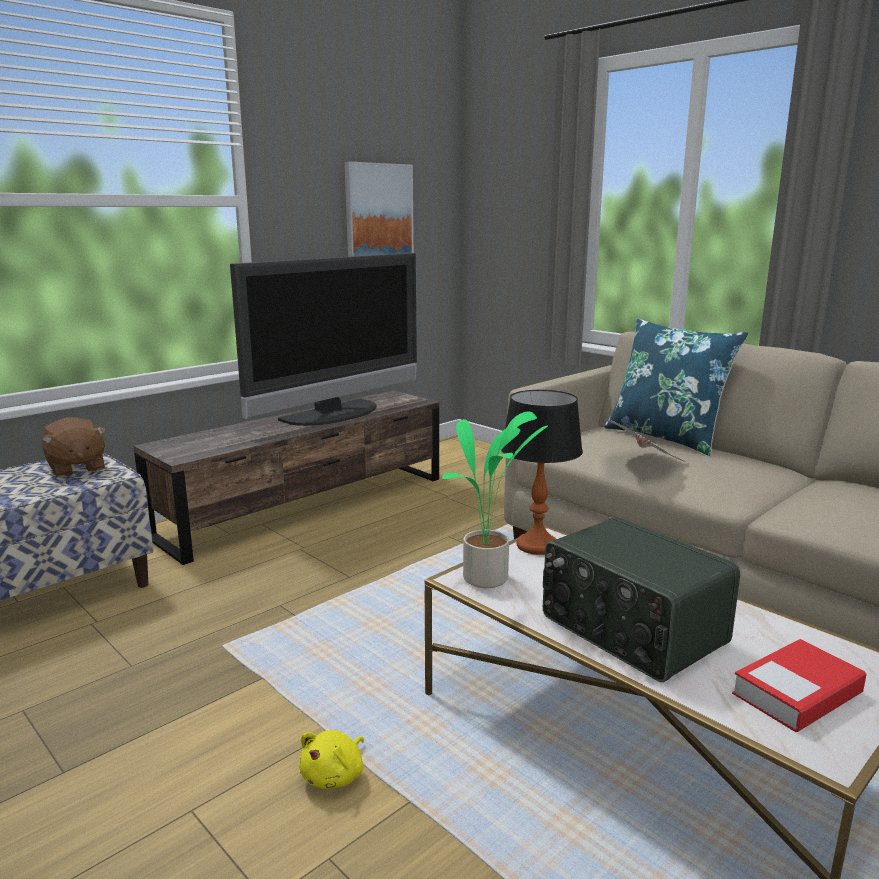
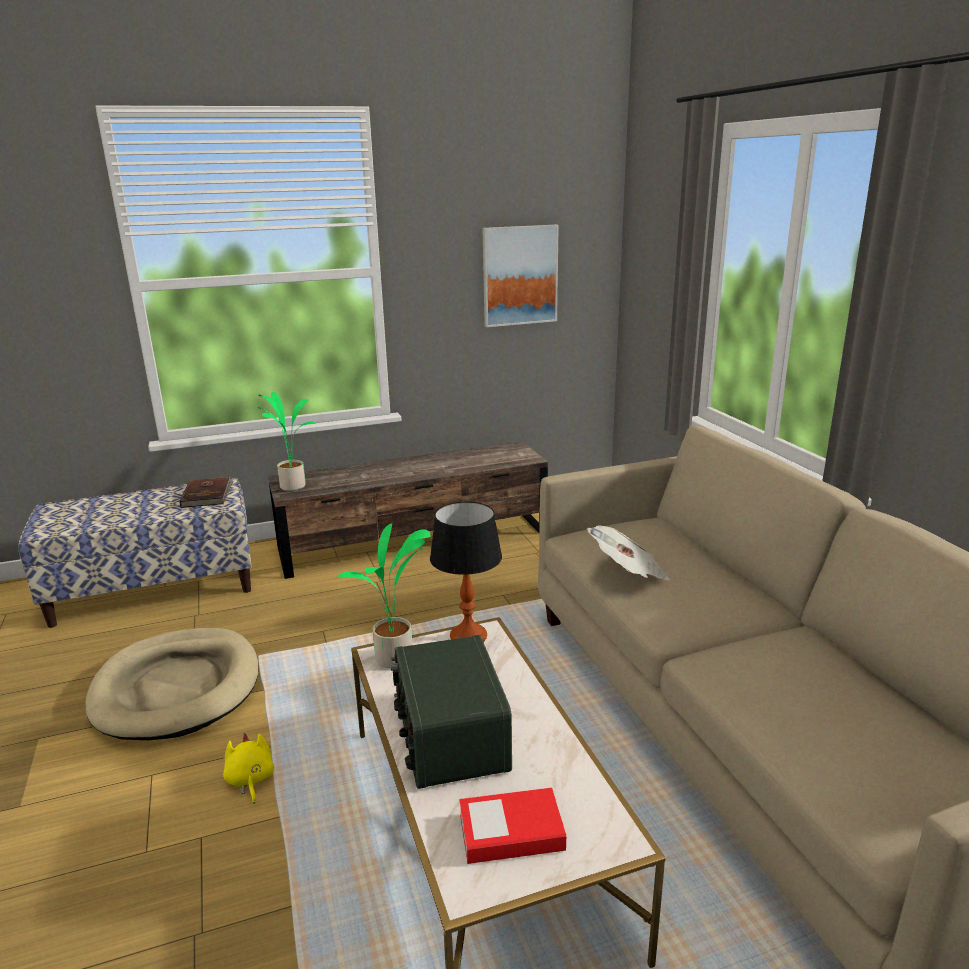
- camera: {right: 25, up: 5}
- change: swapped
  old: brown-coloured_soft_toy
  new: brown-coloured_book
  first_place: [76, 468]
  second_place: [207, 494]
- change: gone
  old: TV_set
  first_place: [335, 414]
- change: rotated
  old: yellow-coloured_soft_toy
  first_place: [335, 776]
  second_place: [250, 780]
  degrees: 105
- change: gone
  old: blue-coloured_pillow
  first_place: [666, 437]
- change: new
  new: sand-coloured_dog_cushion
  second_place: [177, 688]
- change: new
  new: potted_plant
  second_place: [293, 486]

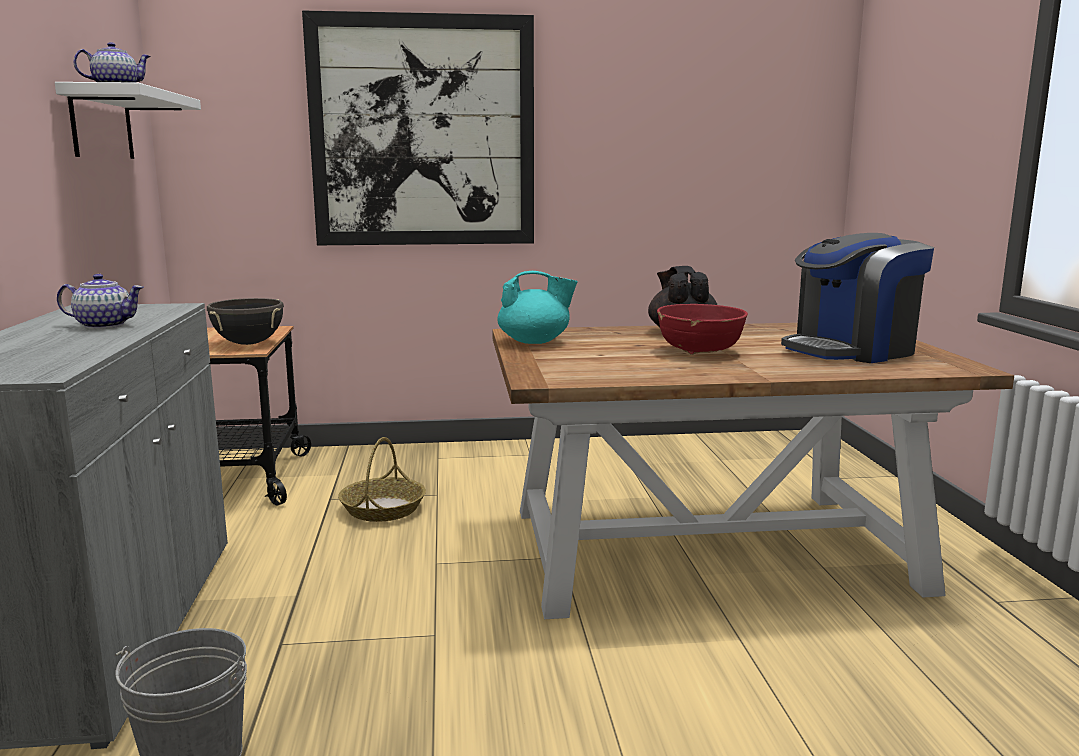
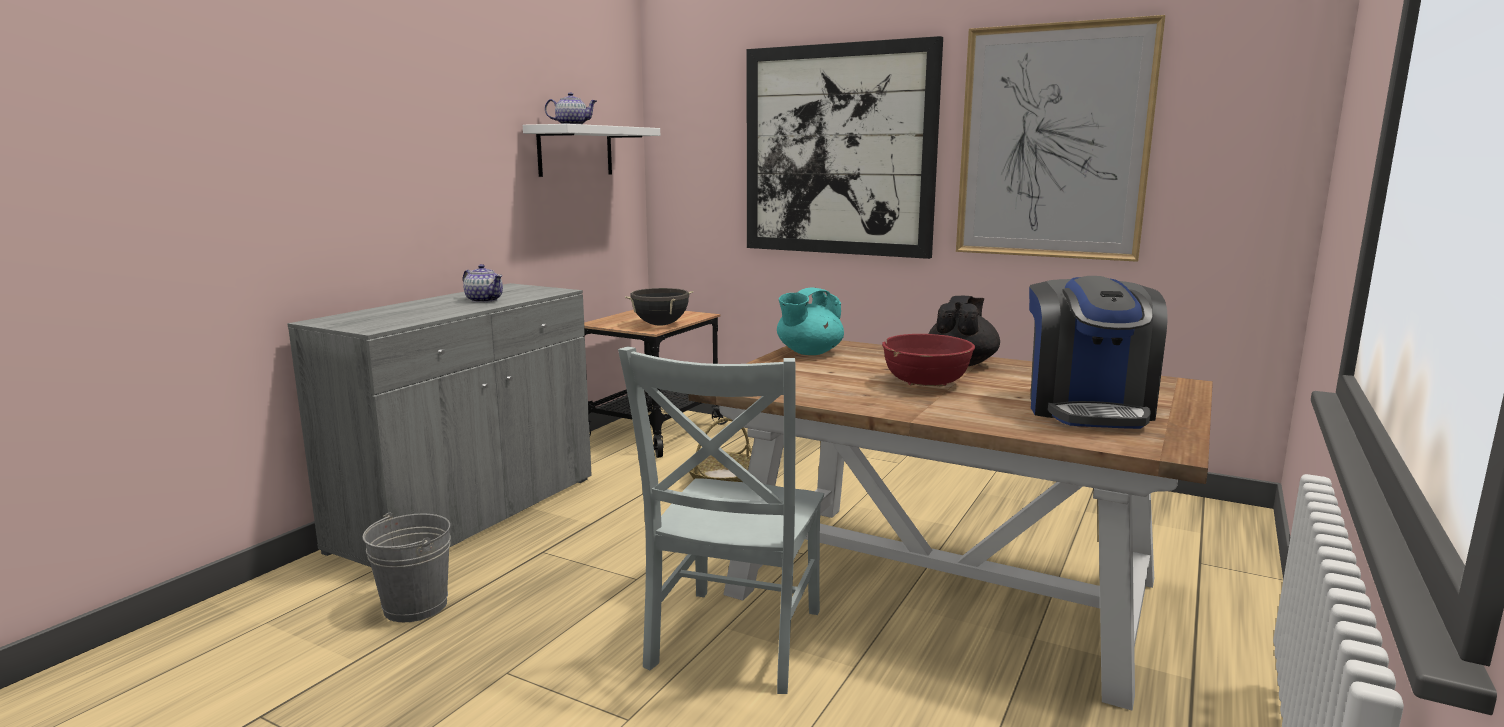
- camera: {right: 35, up: 0}
- change: rotated
  old: turquoise-coloured_tea_pot
  first_place: [535, 342]
  second_place: [808, 352]
  degrees: 105
- change: rotated
  old: coffee_brewer
  first_place: [851, 350]
  second_place: [1087, 408]
  degrees: -90
- change: new
  new: grey_chair
  second_place: [733, 642]
- change: new
  new: wall_art
  second_place: [1052, 143]

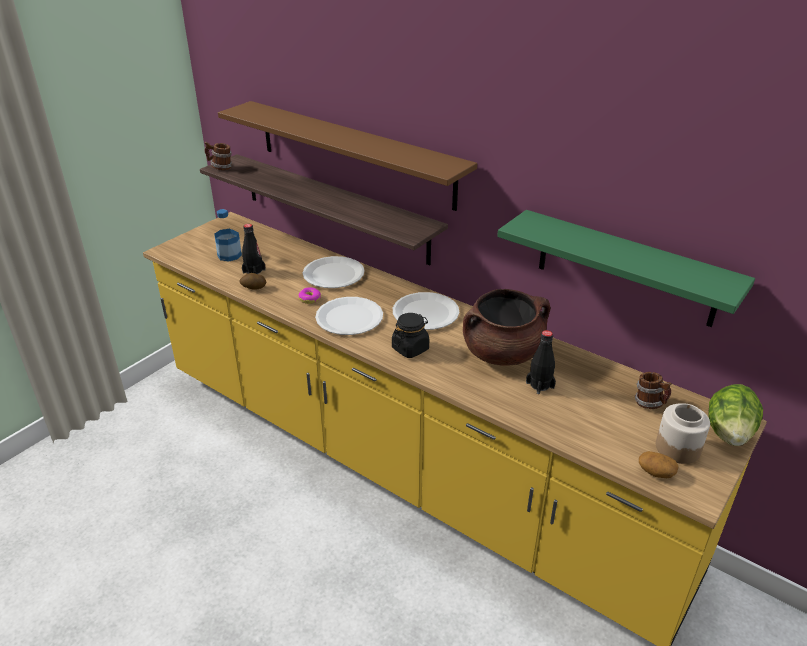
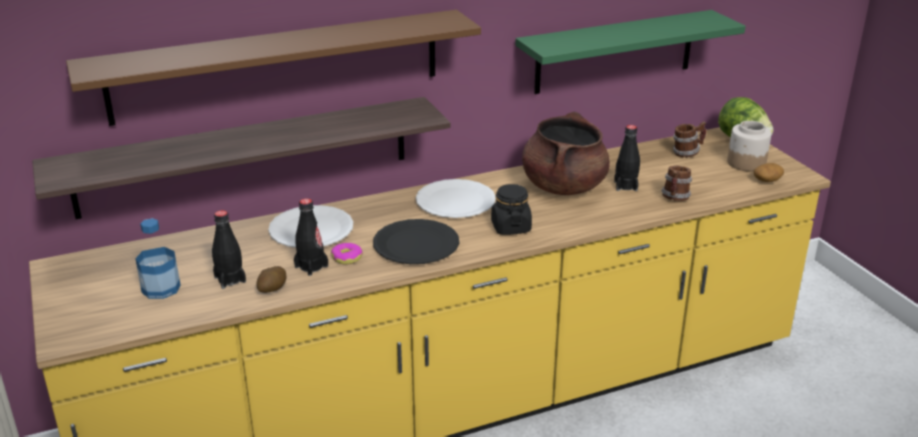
- camera: {right: -60, up: -5}
- change: shifted
  old: coffee_mug
  first_place: [220, 168]
  second_place: [675, 198]
- change: repainted
  old: whitish_plate
  new: black-coloured_plate
  first_place: [349, 318]
  second_place: [416, 244]
- change: new
  new: black-coloured_bottle
  second_place: [311, 266]

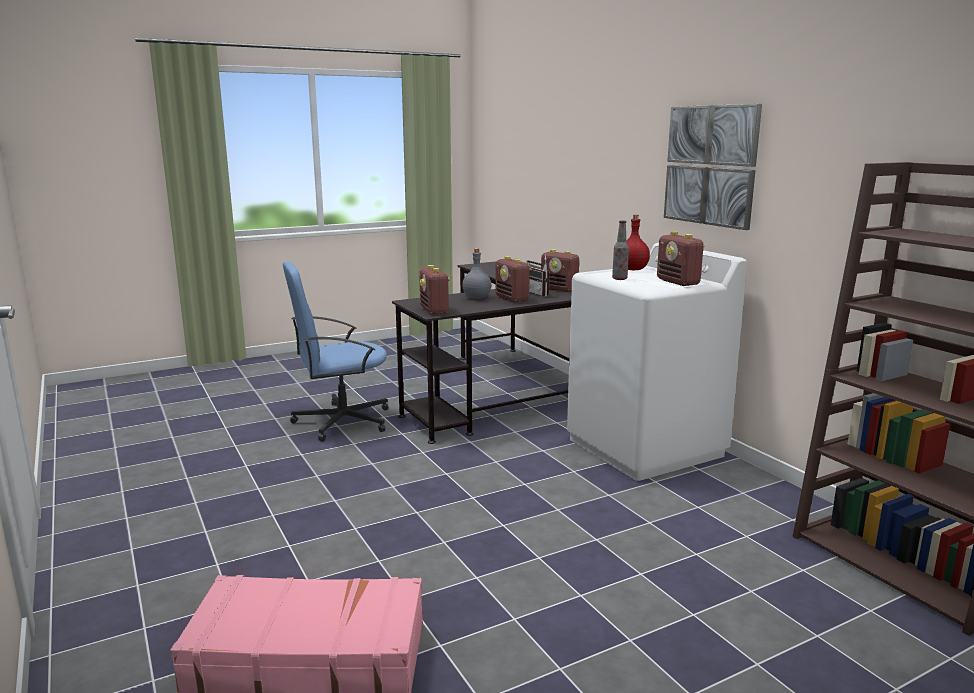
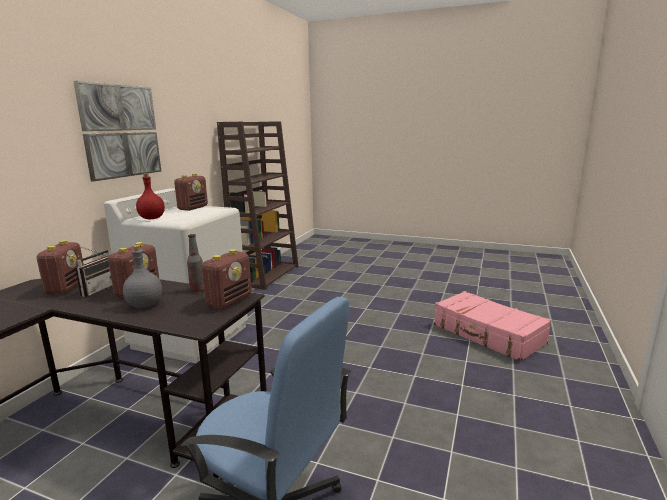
- camera: {right: -130, up: 0}
- change: shifted
  old: bottle
  first_place: [619, 279]
  second_place: [197, 289]

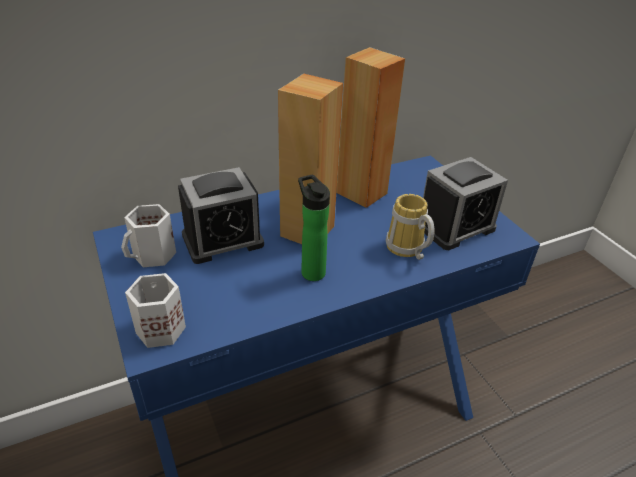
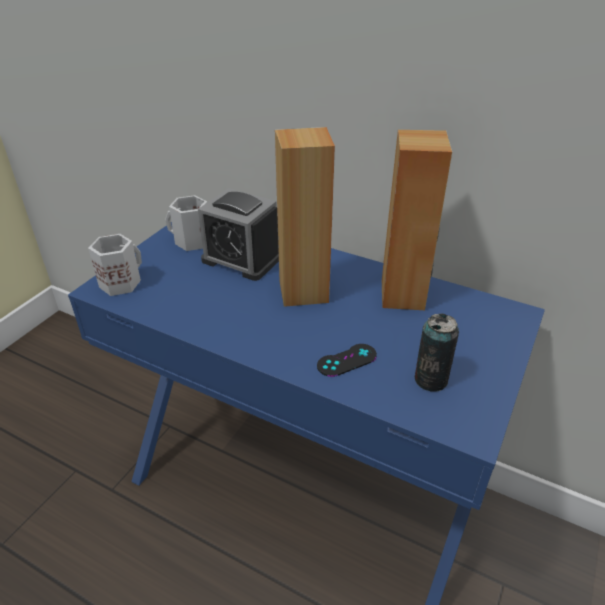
- camera: {right: 55, up: 0}
- change: gone
  old: bottle
  first_place: [311, 271]
- change: swapped
  old: coffee_mug
  new: black-coloured_joypad
  first_place: [405, 250]
  second_place: [347, 360]
- change: swapped
  old: bedside_clock
  new: can
  first_place: [455, 227]
  second_place: [430, 379]

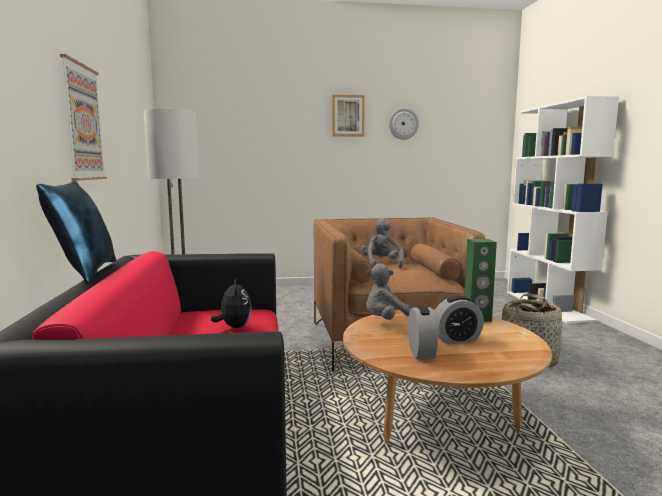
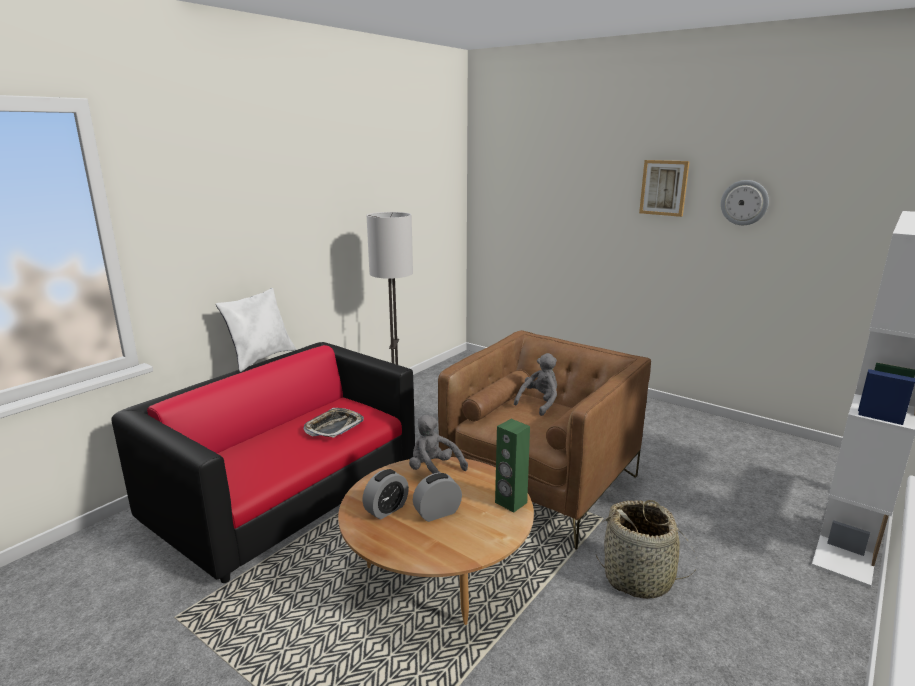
- camera: {right: 45, up: 10}
- change: repainted
  old: blue-coloured_pillow
  new: whitish_pillow
  first_place: [85, 273]
  second_place: [261, 358]
- change: gone
  old: wall_art
  first_place: [83, 123]
- change: swapped
  old: soft_toy
  new: carrying_tray
  first_place: [234, 327]
  second_place: [334, 427]
- change: rotated
  old: bedside_clock
  first_place: [456, 339]
  second_place: [437, 513]
  degrees: 120

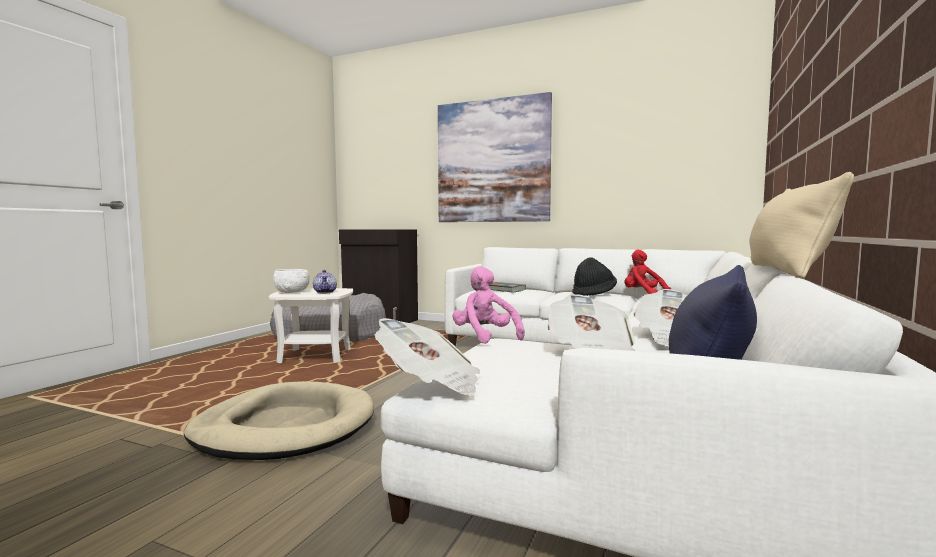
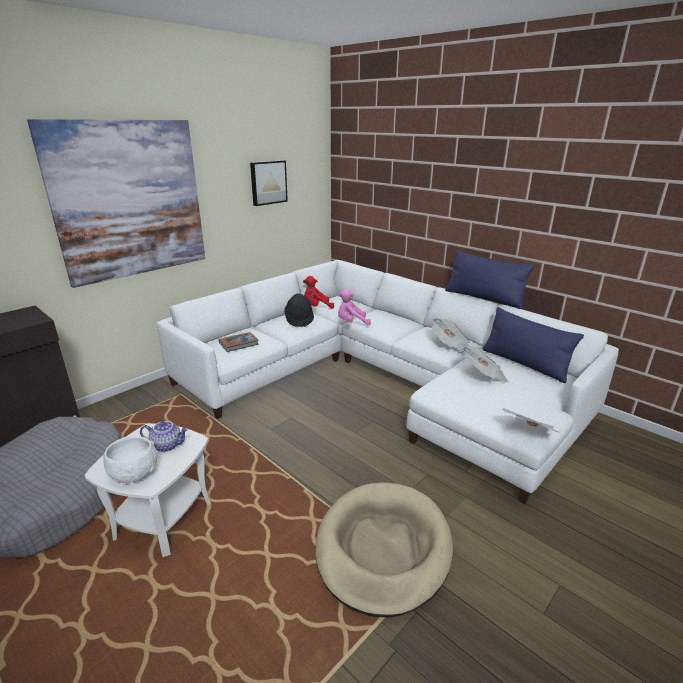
- camera: {right: -70, up: 20}
- change: shifted
  old: pink-coloured_soft_toy
  first_place: [485, 337]
  second_place: [351, 323]
- change: repainted
  old: sand-coloured_pillow
  new: blue-coloured_pillow
  first_place: [787, 271]
  second_place: [484, 298]
- change: new
  new: wall_art
  second_place: [268, 182]

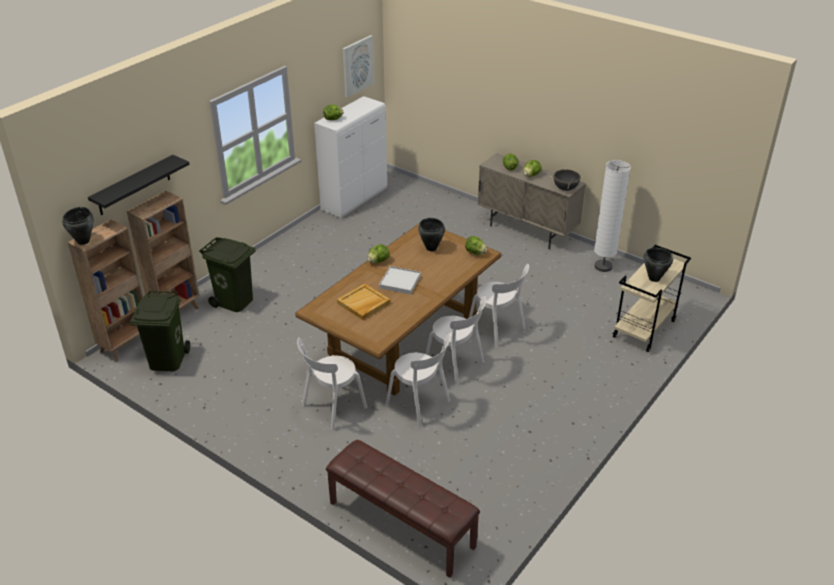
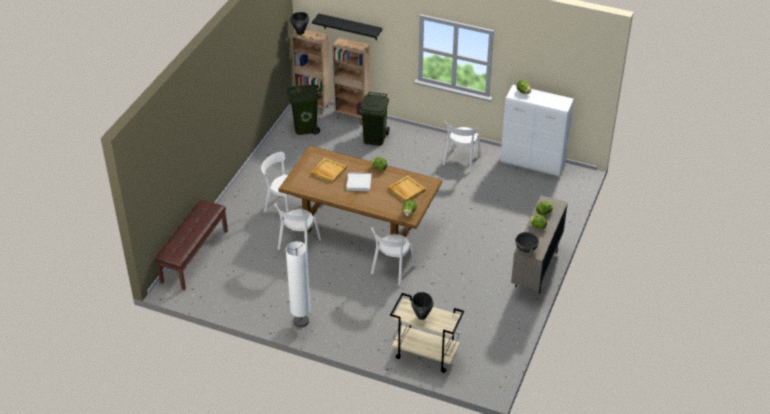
- camera: {right: 75, up: 5}
- change: gone
  old: wall_art
  first_place: [357, 66]
- change: swapped
  old: black-coloured_saucepot
  new: sand-coloured_carrying_tray
  first_place: [431, 248]
  second_place: [406, 190]
- change: shifted
  old: whitish_chair
  first_place: [456, 365]
  second_place: [461, 161]
- change: shifted
  old: whitish_standing_lamp
  first_place: [603, 267]
  second_place: [301, 321]

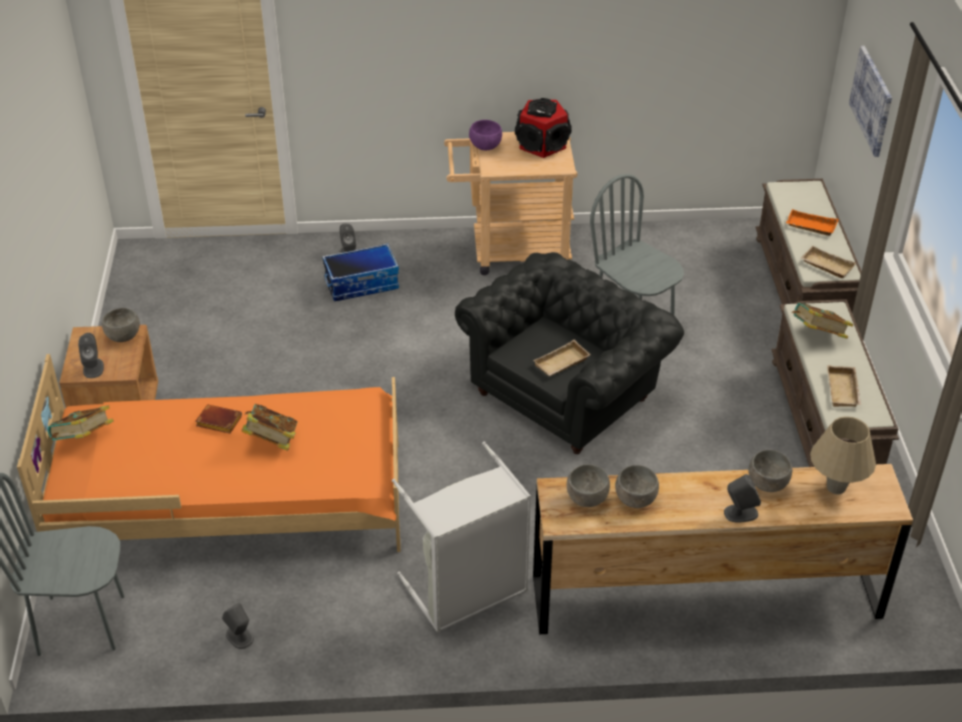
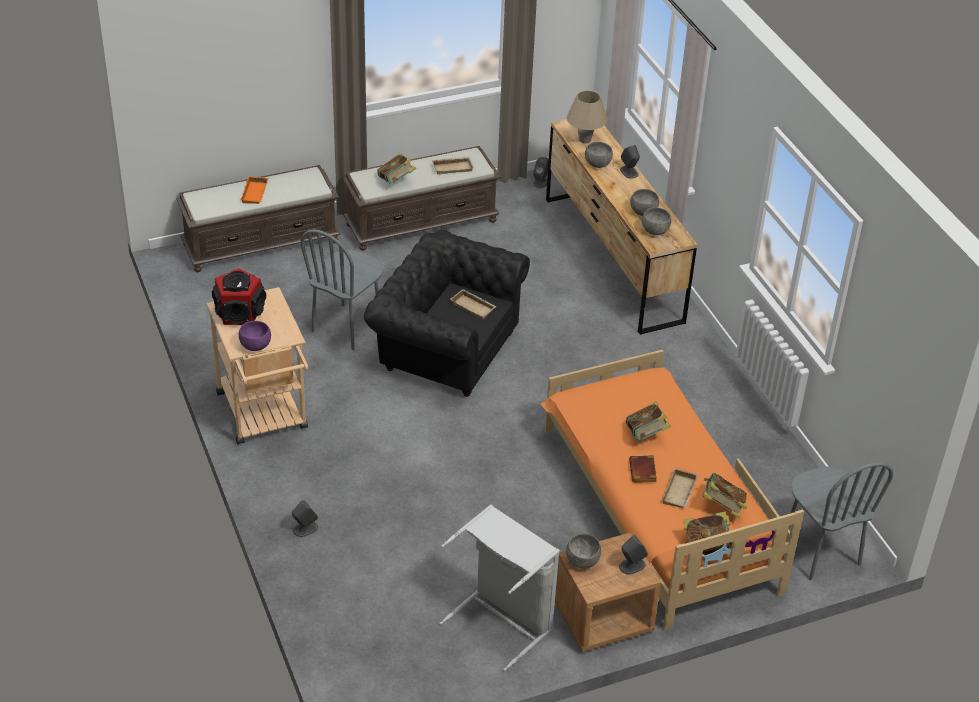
- camera: {right: -110, up: 0}
- change: shifted
  old: grey_audio_speaker
  first_place: [240, 636]
  second_place: [541, 182]
- change: gone
  old: storage_bin
  first_place: [362, 284]
- change: shifted
  old: grey_washing_basket
  first_place: [468, 592]
  second_place: [503, 620]
- change: shifted
  old: sand-coloured_carrying_tray
  first_place: [825, 266]
  second_place: [680, 492]
- change: gone
  old: wall_art
  first_place: [872, 100]
- change: new
  new: book
  second_place: [722, 507]

